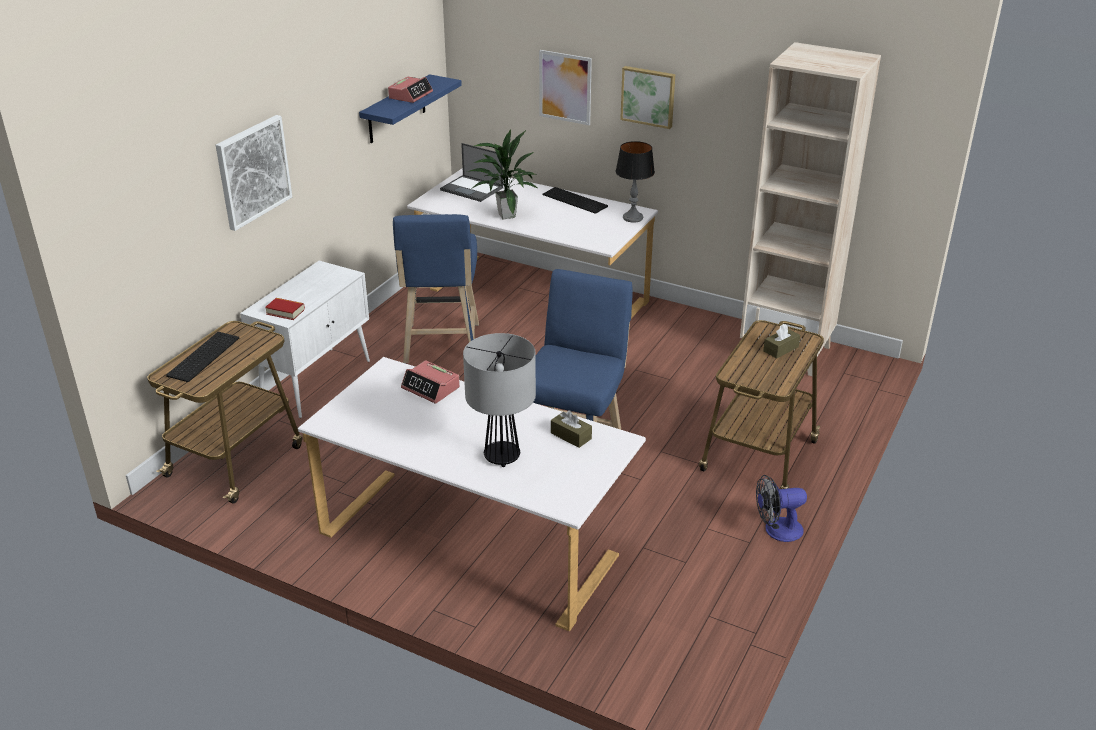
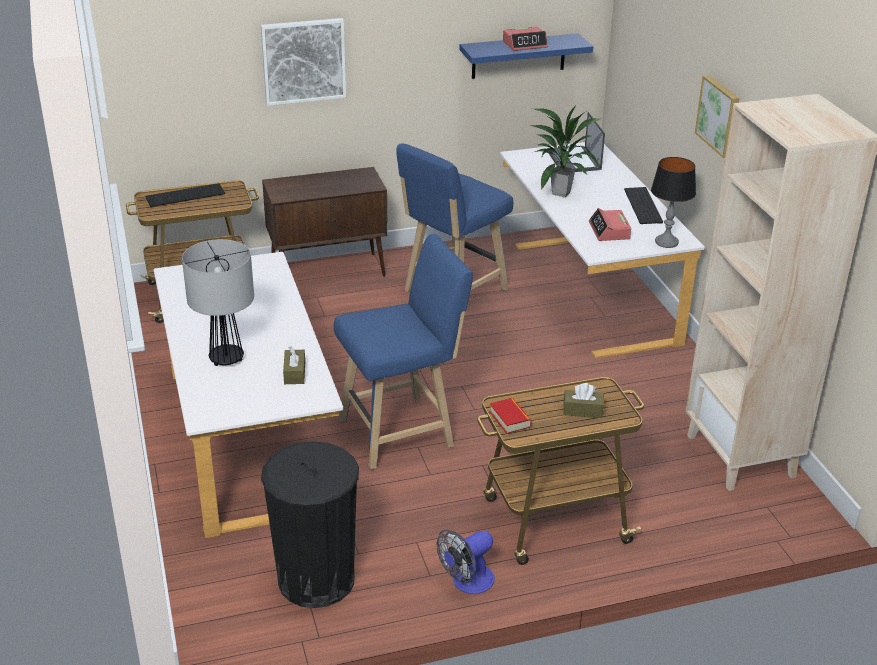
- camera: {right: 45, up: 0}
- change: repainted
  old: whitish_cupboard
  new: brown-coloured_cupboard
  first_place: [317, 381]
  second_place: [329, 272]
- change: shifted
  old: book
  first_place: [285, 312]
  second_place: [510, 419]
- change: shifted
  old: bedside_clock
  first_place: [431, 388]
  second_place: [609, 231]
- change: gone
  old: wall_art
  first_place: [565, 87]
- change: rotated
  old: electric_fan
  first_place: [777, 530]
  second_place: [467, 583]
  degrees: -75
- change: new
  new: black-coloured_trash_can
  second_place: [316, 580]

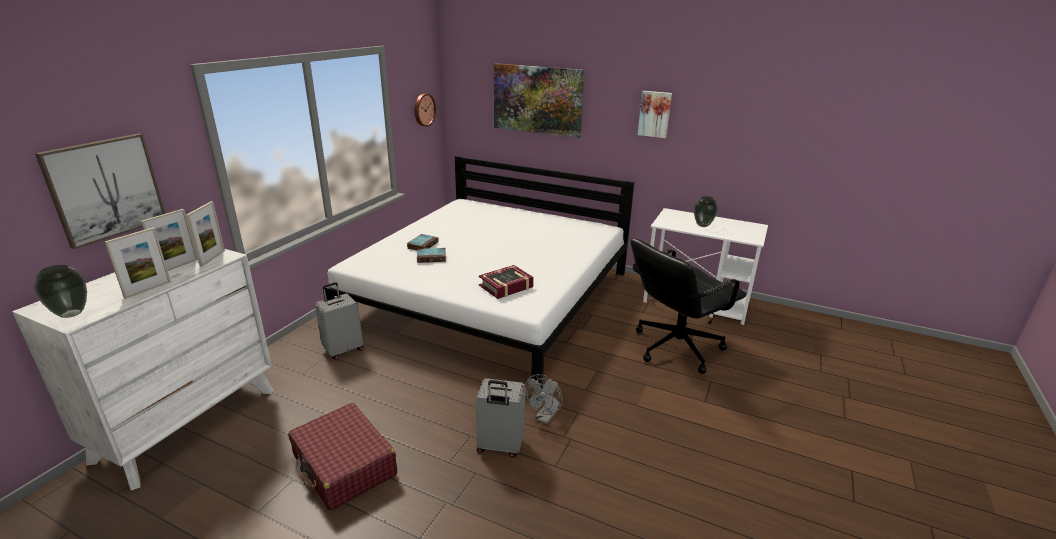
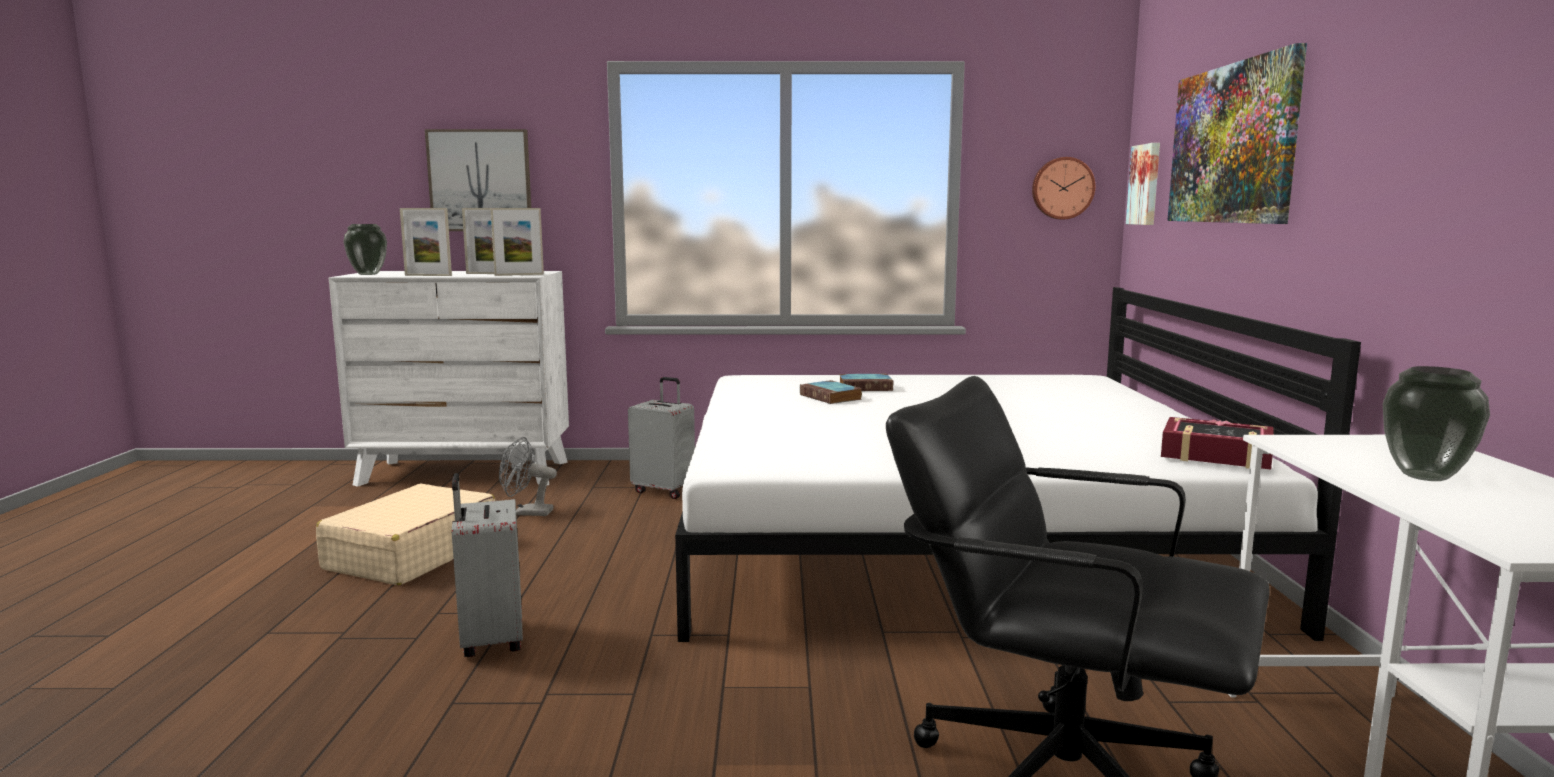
- camera: {right: 65, up: -15}
- change: repainted
  old: reddish_suitcase
  new: sand-coloured_suitcase
  first_place: [344, 466]
  second_place: [411, 554]
- change: shifted
  old: book
  first_place: [506, 286]
  second_place: [1216, 455]
- change: shifted
  old: grey_electric_fan
  first_place: [544, 418]
  second_place: [526, 513]
- change: shifted
  old: wall_art
  first_place: [654, 114]
  second_place: [1146, 184]

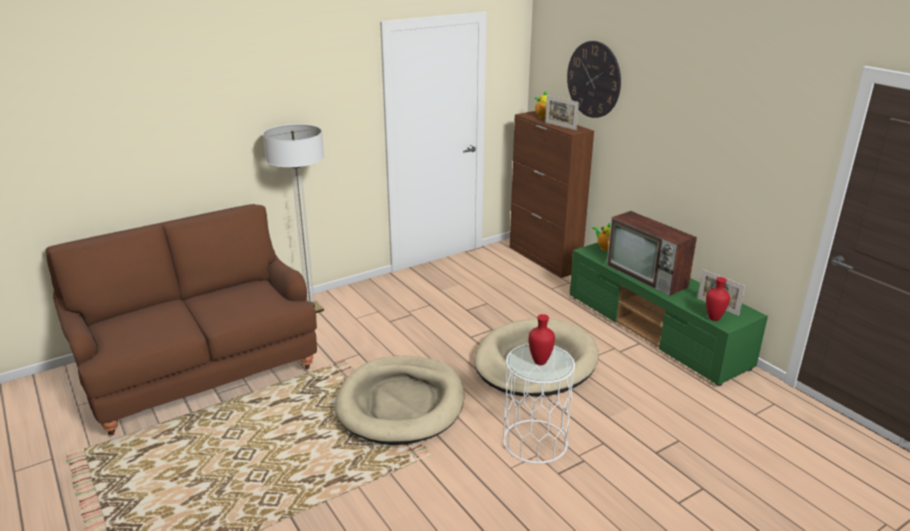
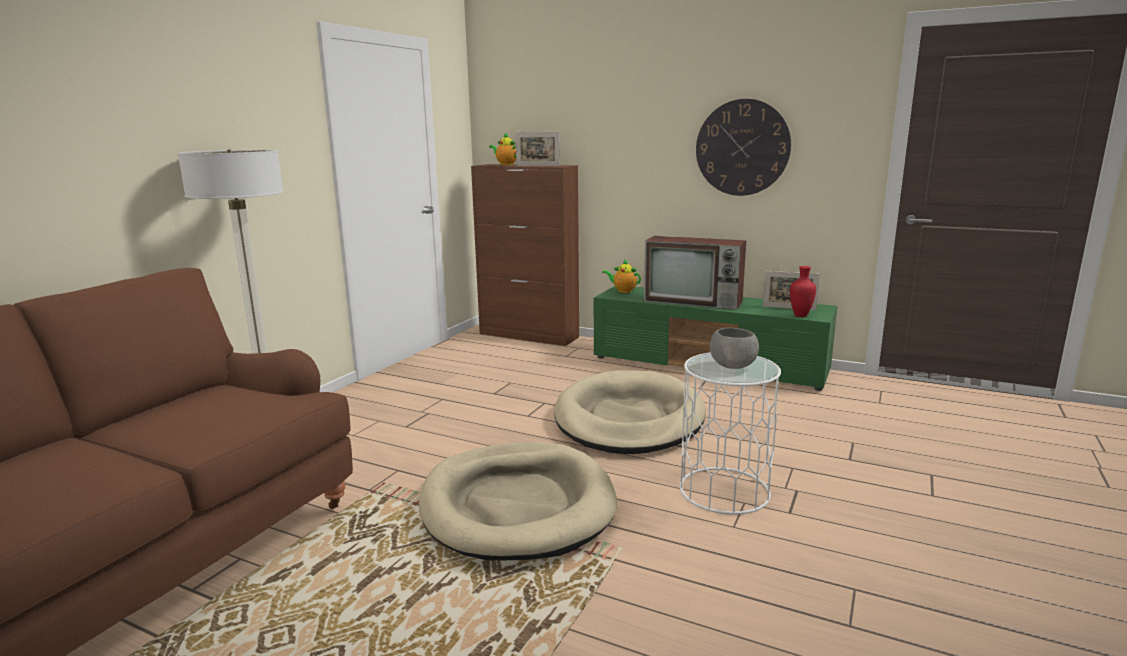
- camera: {right: -30, up: -10}
- change: swapped
  old: reddish_decorative_vase
  new: grey_deep_dish
  first_place: [540, 361]
  second_place: [733, 366]
- change: shifted
  old: clock_on_the_wall
  first_place: [593, 79]
  second_place: [742, 148]

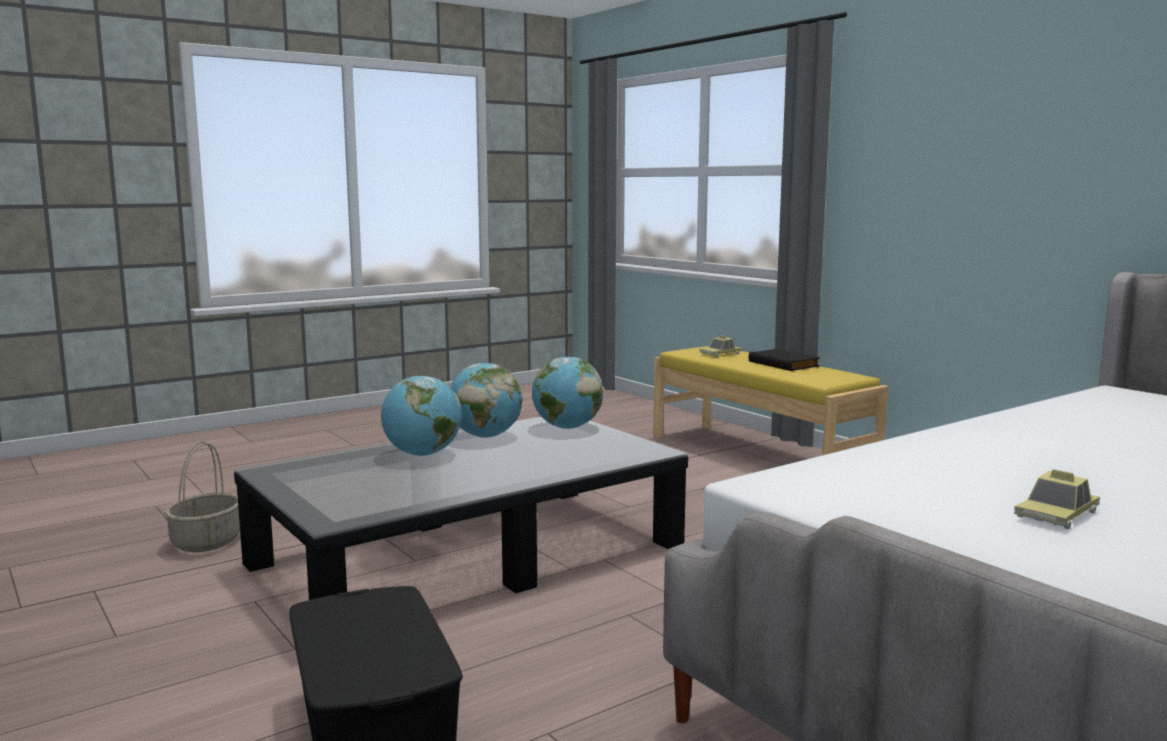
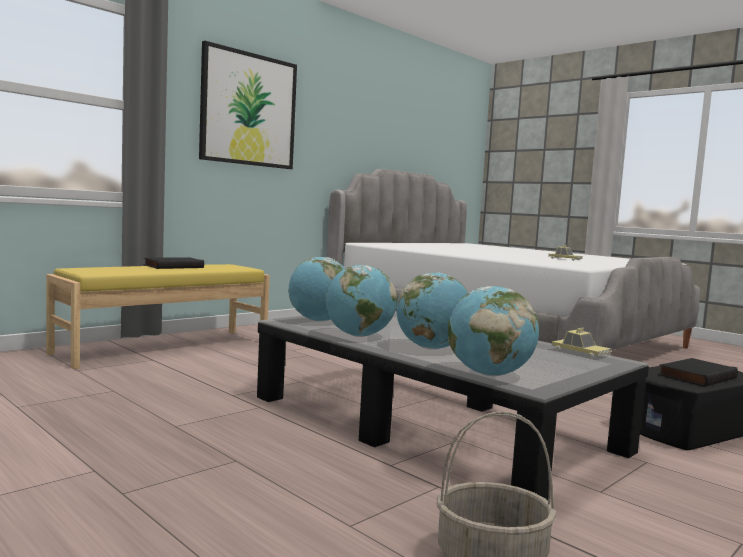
- camera: {right: -100, up: -5}
- change: shifted
  old: model_car
  first_place: [720, 354]
  second_place: [580, 352]
- change: new
  new: wall_art
  second_place: [248, 109]
- change: new
  new: desk_globe
  second_place: [489, 374]
- change: new
  new: black-coloured_book
  second_place: [695, 376]

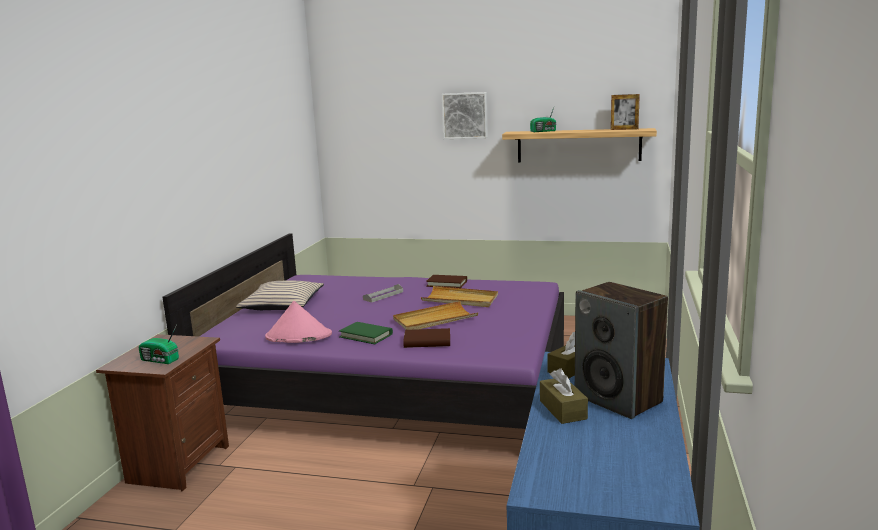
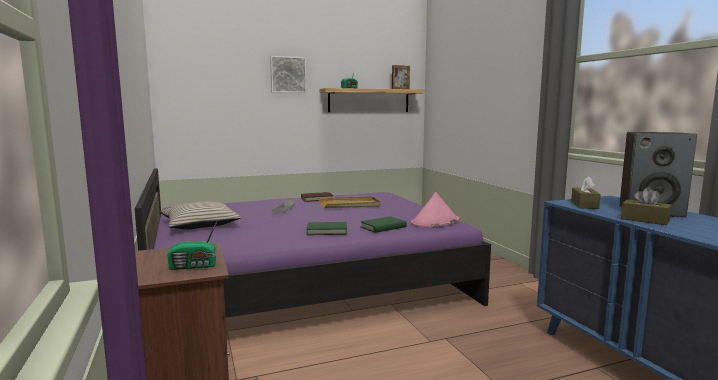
- camera: {right: -35, up: -5}
- change: shifted
  old: pink-coloured_wearable_hat
  first_place: [298, 336]
  second_place: [435, 222]
- change: gone
  old: sand-coloured_carrying_tray
  first_place: [434, 320]
- change: repainted
  old: brown-coloured_book
  new: green-coloured_book
  first_place: [427, 341]
  second_place: [383, 227]

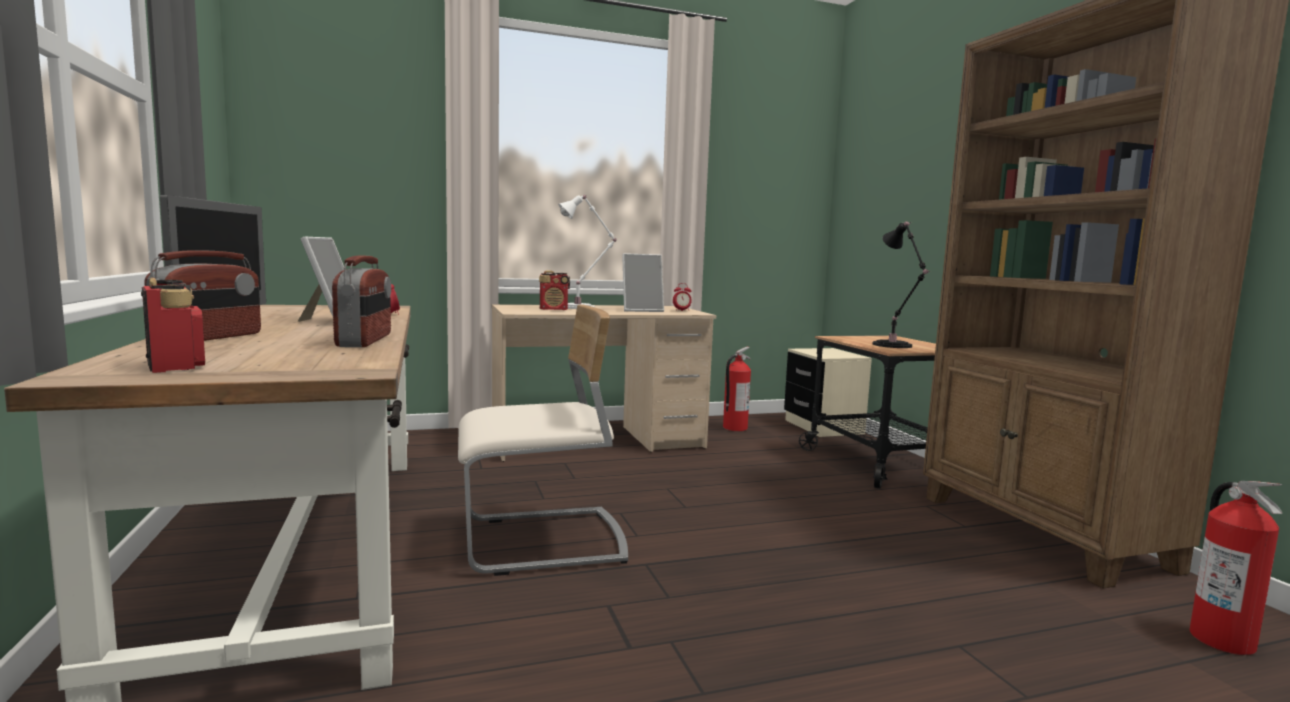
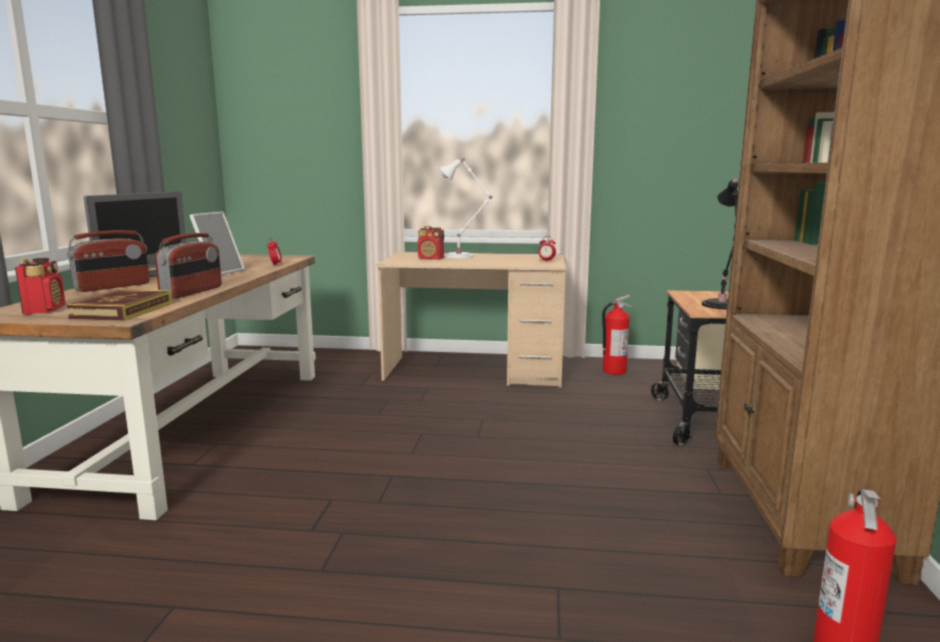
- camera: {right: 25, up: 5}
- change: gone
  old: sand-coloured_chair
  first_place: [543, 542]
- change: gone
  old: standing_frame
  first_place: [642, 310]
- change: new
  new: book
  second_place: [123, 310]

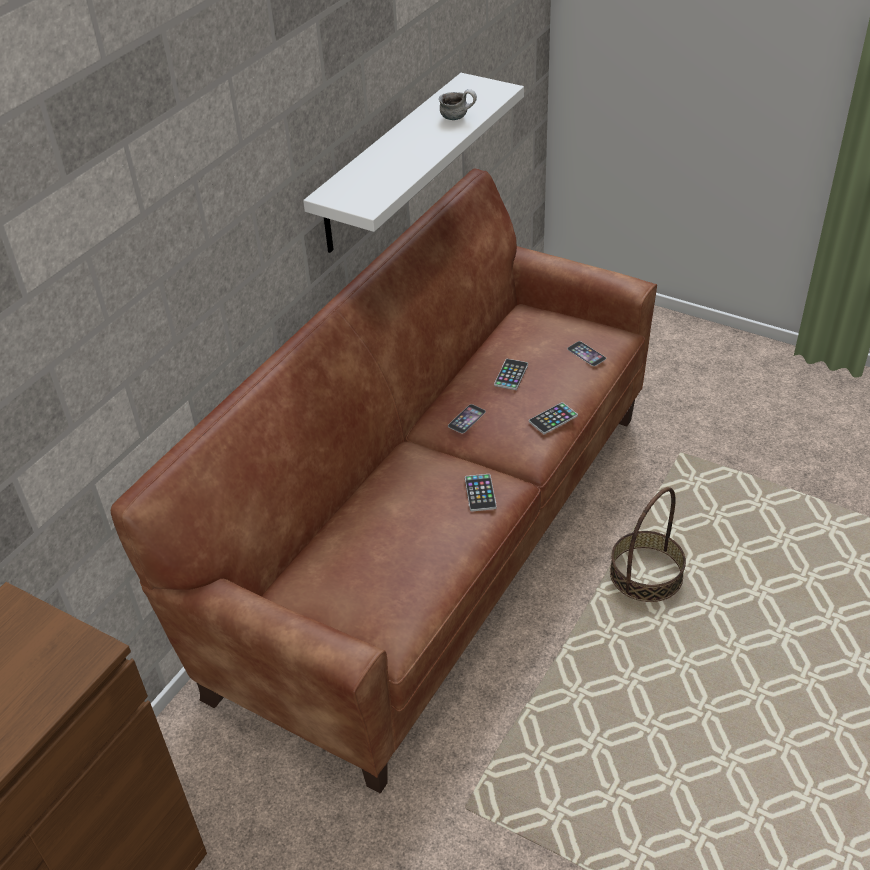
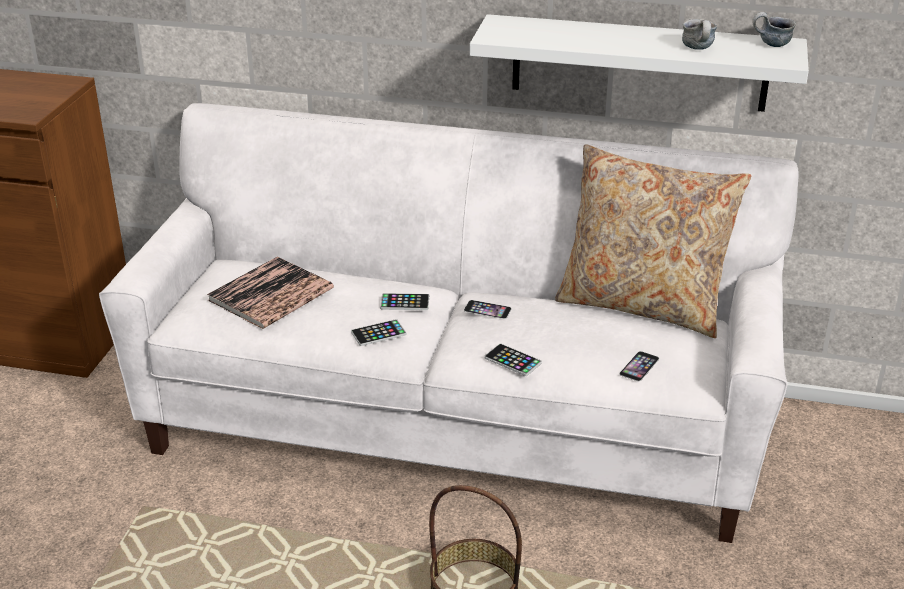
- camera: {right: 70, up: -10}
- change: repainted
  old: brown-coloured_couch
  new: whitish_couch
  first_place: [438, 544]
  second_place: [451, 428]
- change: shifted
  old: telephone
  first_place: [511, 375]
  second_place: [405, 302]
- change: new
  new: book
  second_place: [271, 294]
- change: new
  new: sand-coloured_pillow
  second_place: [642, 305]
- change: new
  new: coffee_mug
  second_place: [770, 45]

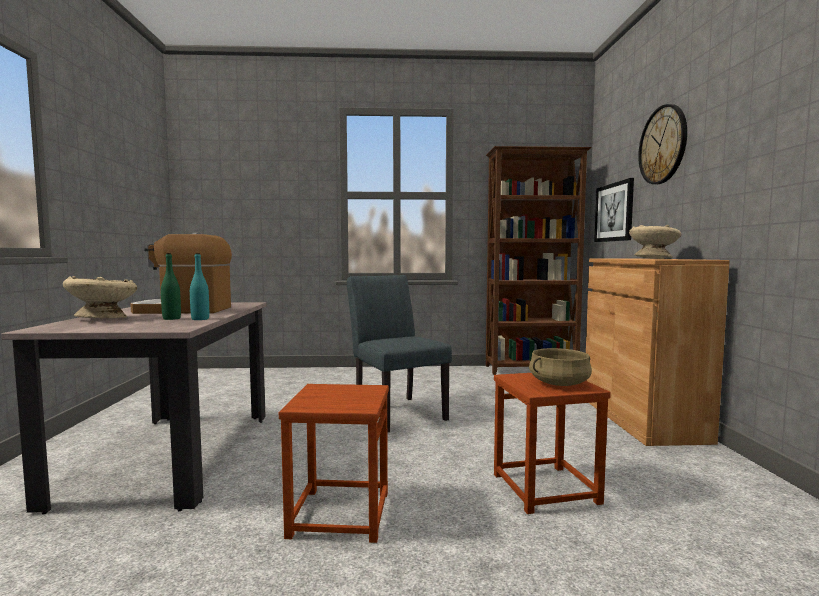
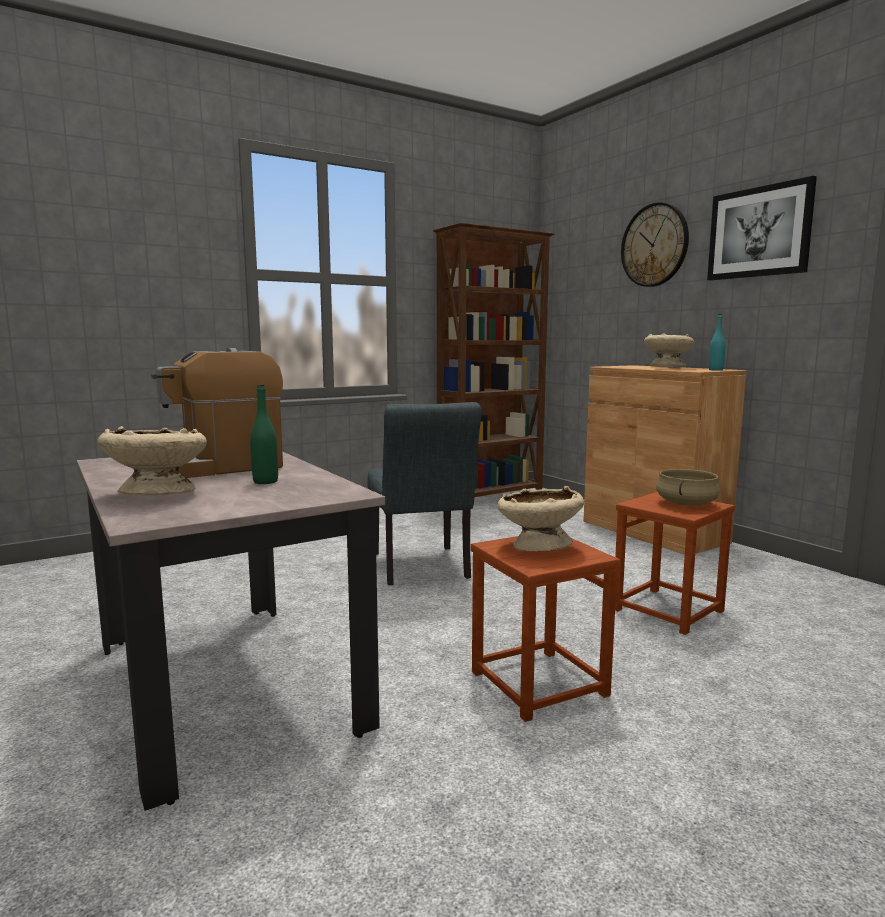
- camera: {right: -30, up: 5}
- change: shifted
  old: turquoise-coloured_bottle
  first_place: [200, 319]
  second_place: [715, 370]
- change: rotated
  old: grey_chair
  first_place: [396, 411]
  second_place: [421, 568]
  degrees: -135
- change: shifted
  old: wall_art
  first_place: [614, 212]
  second_place: [759, 232]
- change: new
  new: sand-coloured_deep_dish
  second_place: [538, 547]

